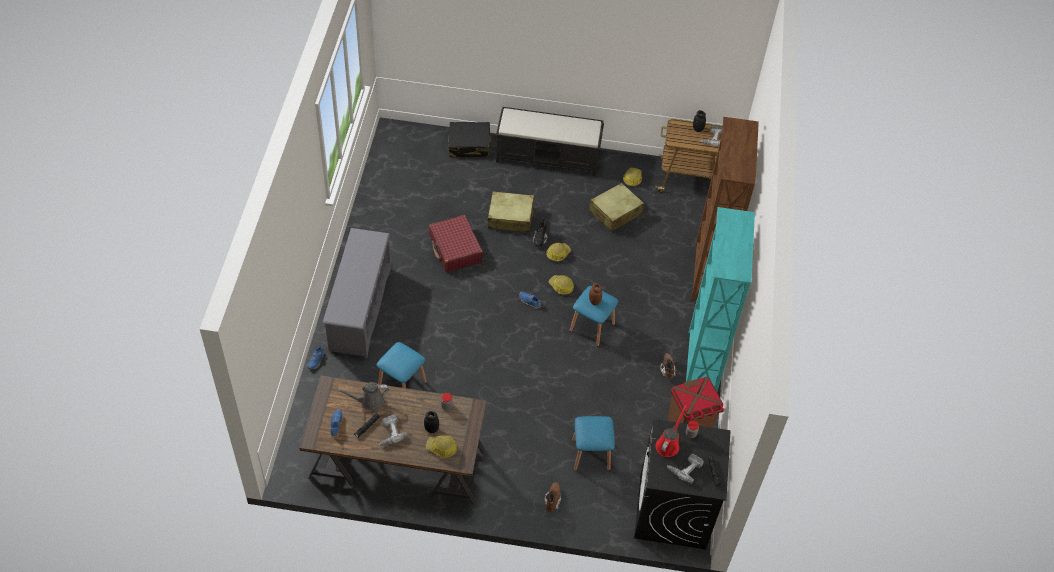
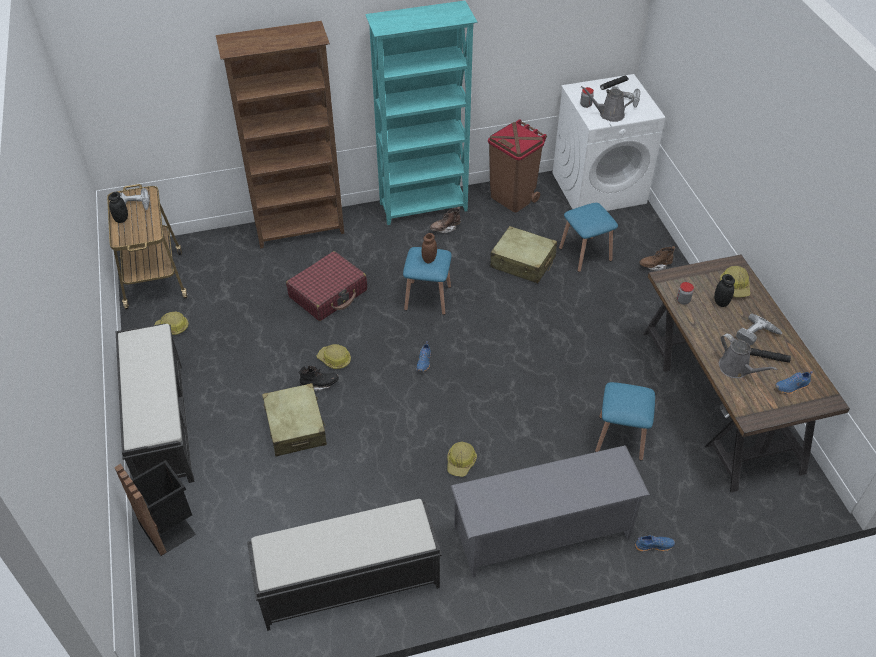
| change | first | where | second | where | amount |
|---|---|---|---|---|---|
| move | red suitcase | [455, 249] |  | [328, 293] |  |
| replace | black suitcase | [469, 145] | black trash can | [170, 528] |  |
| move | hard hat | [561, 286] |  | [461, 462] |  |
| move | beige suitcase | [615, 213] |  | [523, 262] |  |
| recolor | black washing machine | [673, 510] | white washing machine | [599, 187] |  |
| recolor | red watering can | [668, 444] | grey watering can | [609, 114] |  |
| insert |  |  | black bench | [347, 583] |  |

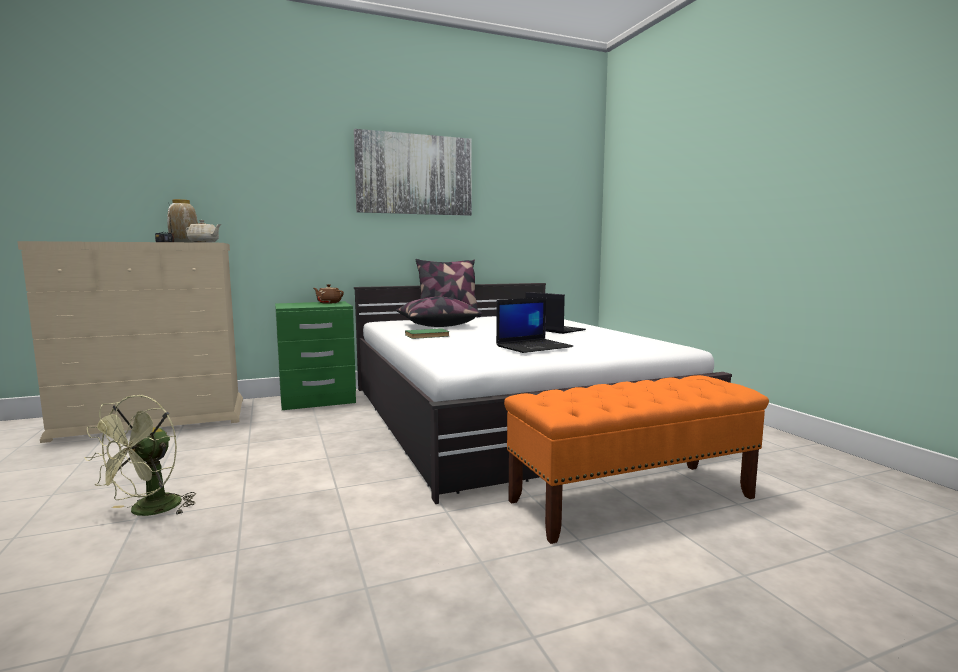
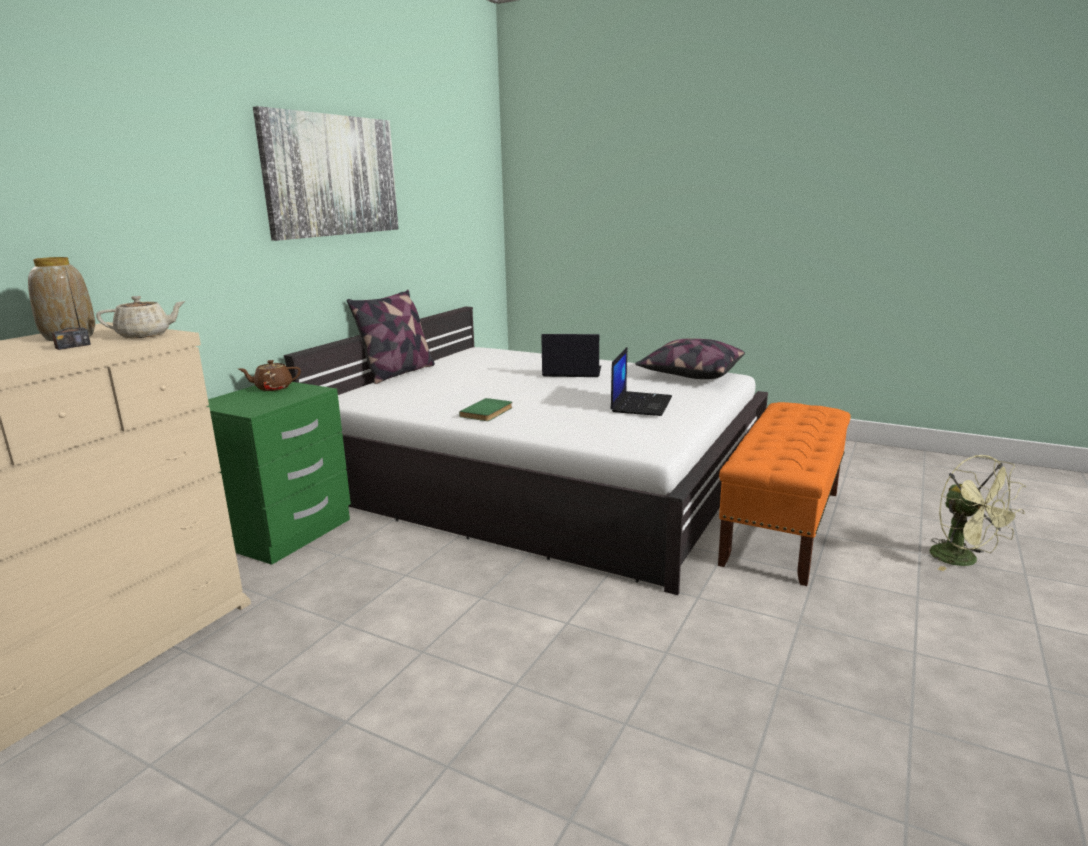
| change | first | where | second | where | amount |
|---|---|---|---|---|---|
| move | green fan | [148, 511] |  | [963, 560] |  |
| move | pillow | [436, 325] |  | [690, 375] |  |

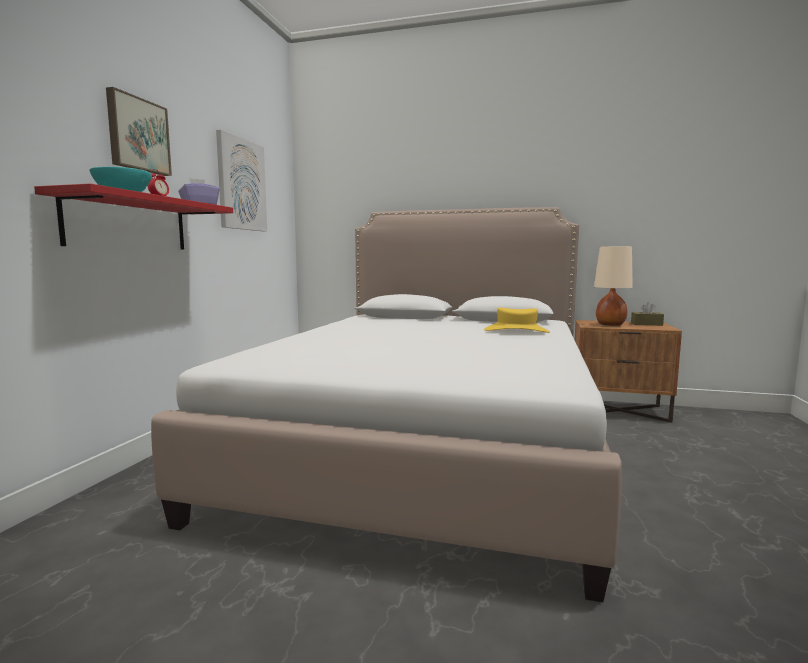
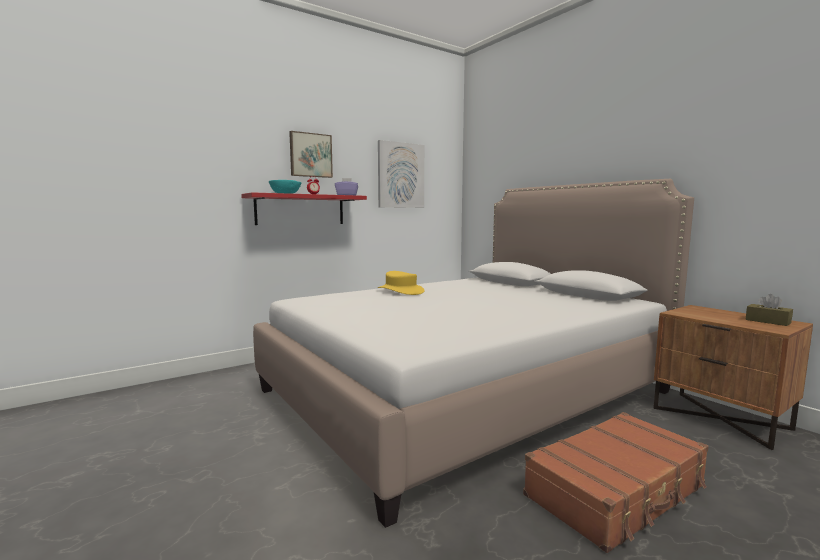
| change | first | where | second | where | amount |
|---|---|---|---|---|---|
| move | yellow hat | [516, 331] |  | [401, 291] |  |
| delete | beige table lamp | [610, 325] |  |  |  |
| insert |  |  | brown suitcase | [617, 491] |  |

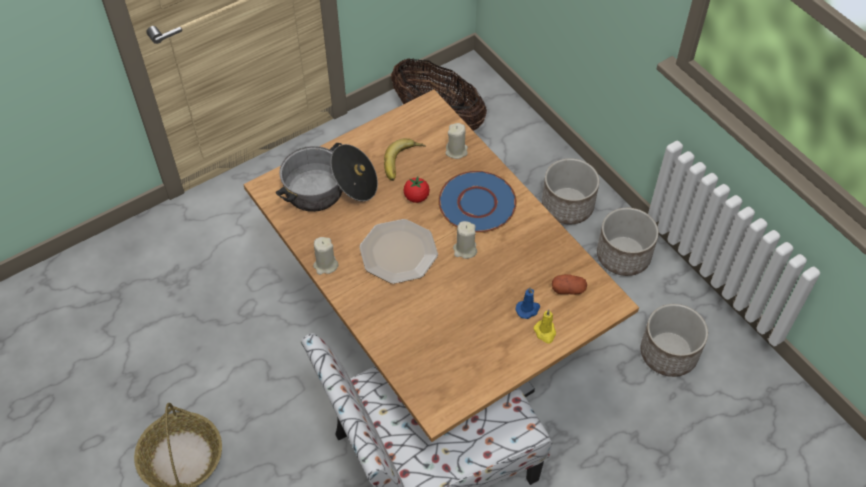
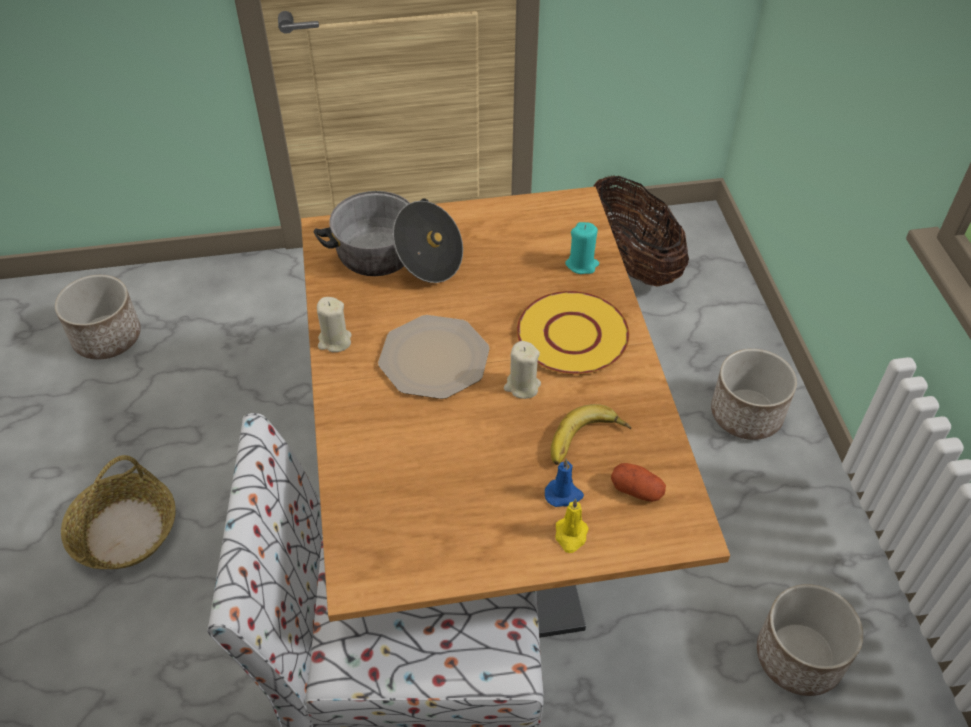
| change | first | where | second | where | amount |
|---|---|---|---|---|---|
| move | banana | [403, 162] |  | [587, 442] |  |
| delete | tomato | [416, 197] |  |  |  |
| recolor | blue plate | [477, 203] | yellow plate | [573, 334] |  |
| recolor | beige candle | [456, 151] | turquoise candle | [582, 264] |  |
| move | planter | [623, 256] |  | [108, 338] |  |

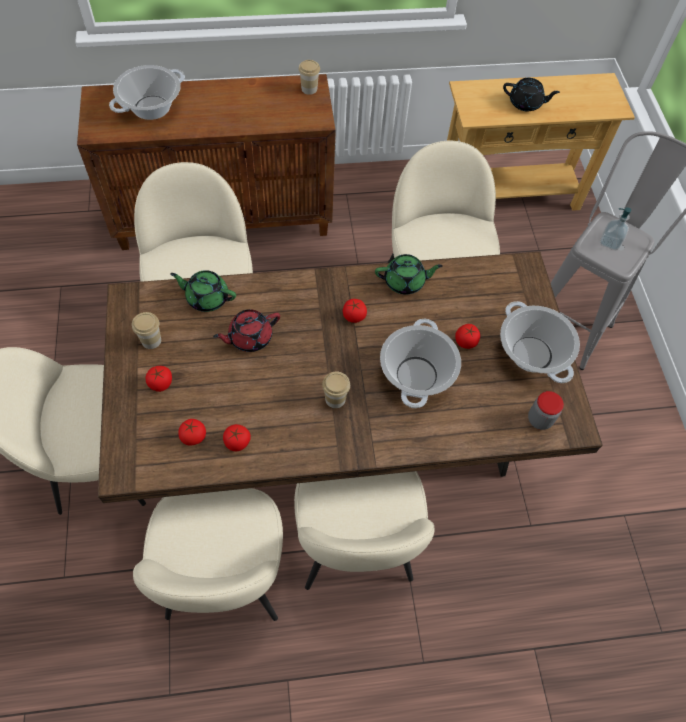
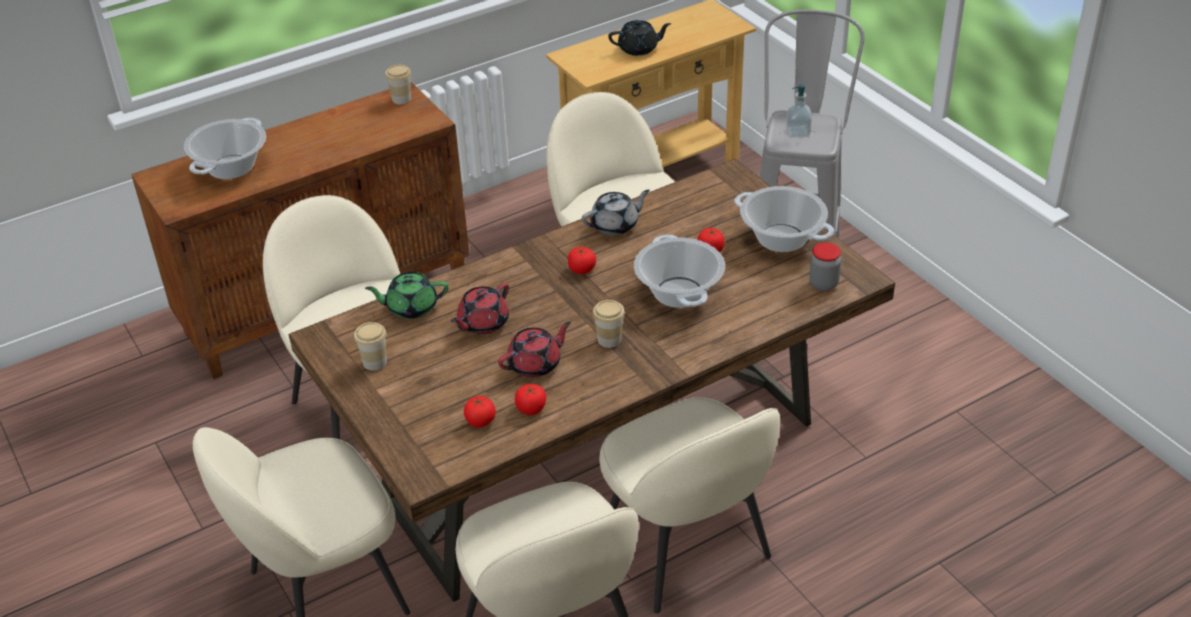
| change | first | where | second | where | amount |
|---|---|---|---|---|---|
| delete | tomato | [161, 383] |  |  |  |
| recolor | green teapot | [405, 282] | grey teapot | [615, 225] |  |
| insert |  |  | red teapot | [535, 364] |  |

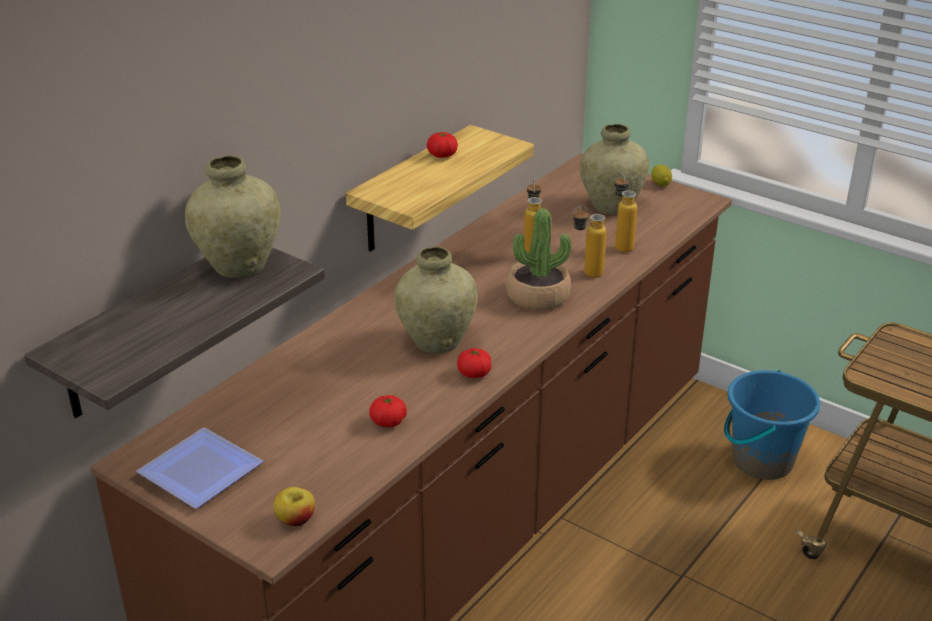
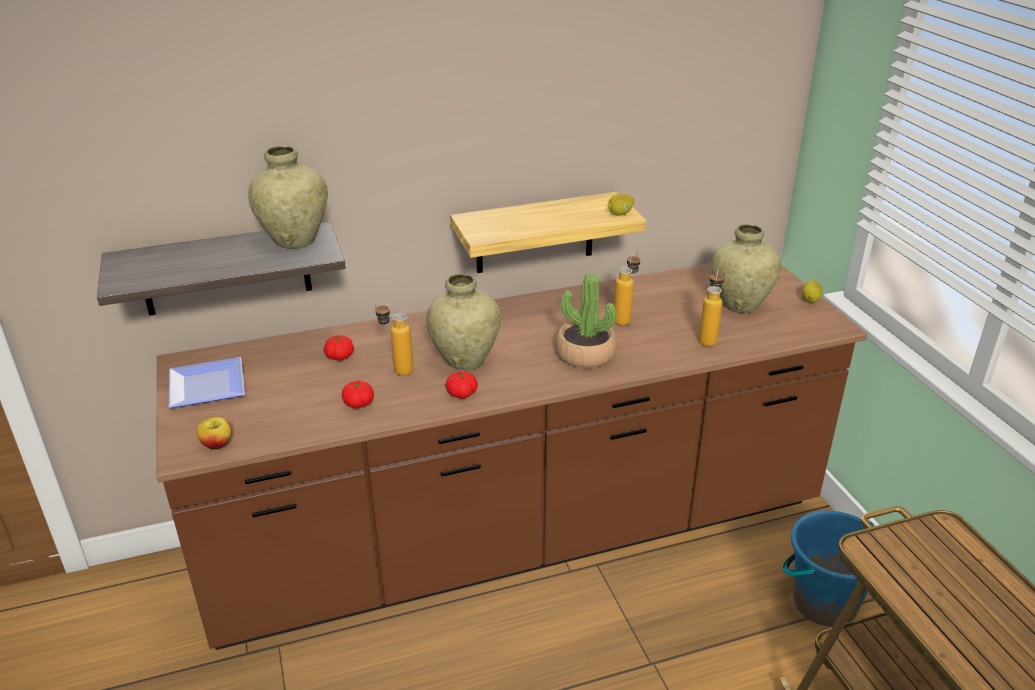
| change | first | where | second | where | amount |
|---|---|---|---|---|---|
| move | tomato | [442, 155] |  | [340, 357] |  |
| move | bottle | [585, 274] |  | [396, 369] |  |
| insert |  |  | lemon | [620, 214] |  |

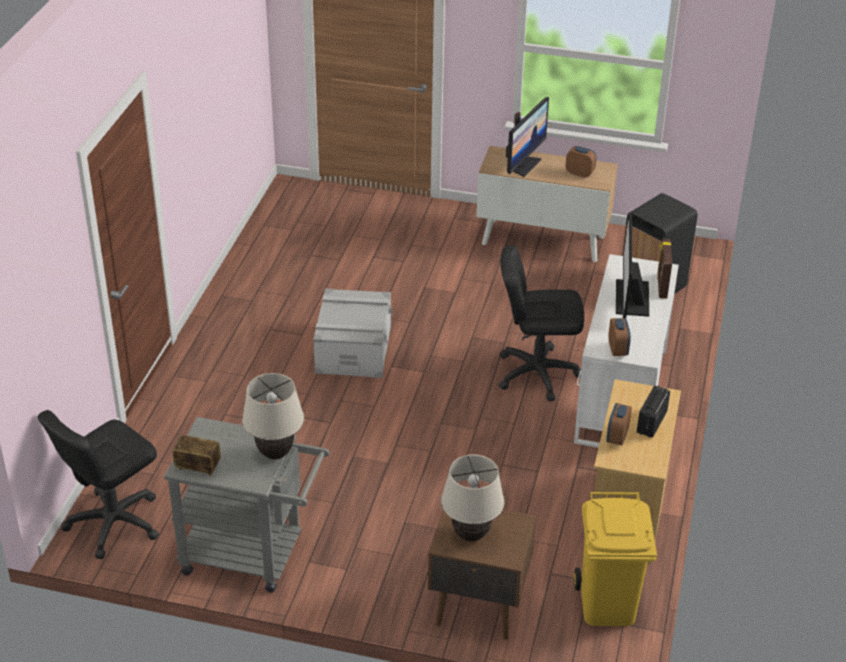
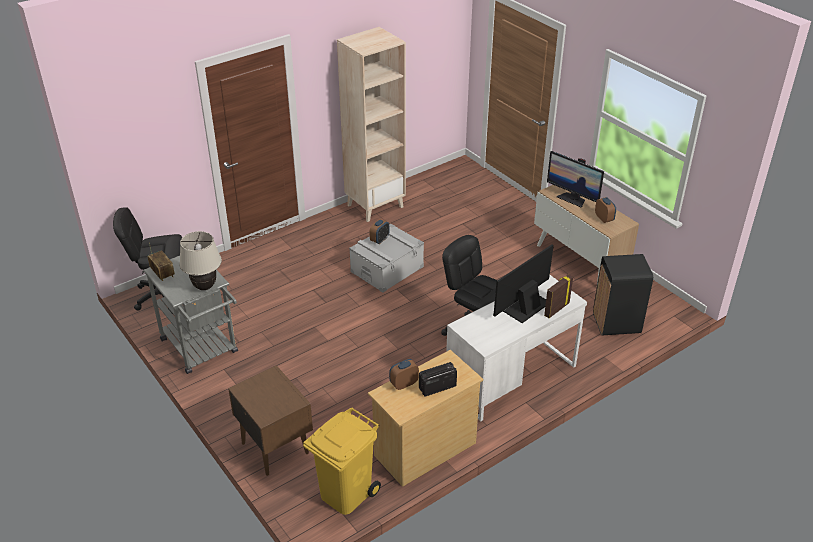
| change | first | where | second | where | amount |
|---|---|---|---|---|---|
| delete | beige table lamp | [471, 535] |  |  |  |
| rotate | monitor | [524, 165] |  | [572, 199] | 60 degrees clockwise |
| move | alarm clock | [617, 350] |  | [379, 240] |  |
| insert |  |  | beige bookcase | [375, 205] |  |

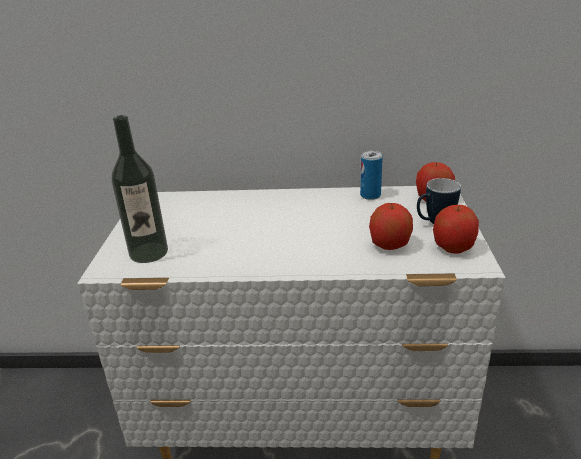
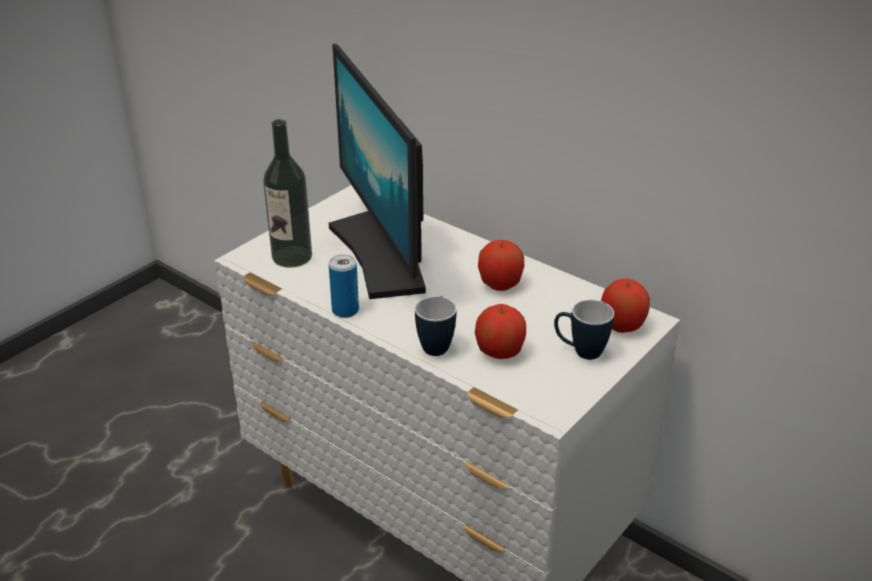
| change | first | where | second | where | amount |
|---|---|---|---|---|---|
| move | can | [370, 195] |  | [345, 310] |  |
| move | apple | [453, 248] |  | [500, 284] |  |
| insert |  |  | monitor | [381, 255] |  |
| insert |  |  | mug | [437, 344] |  |

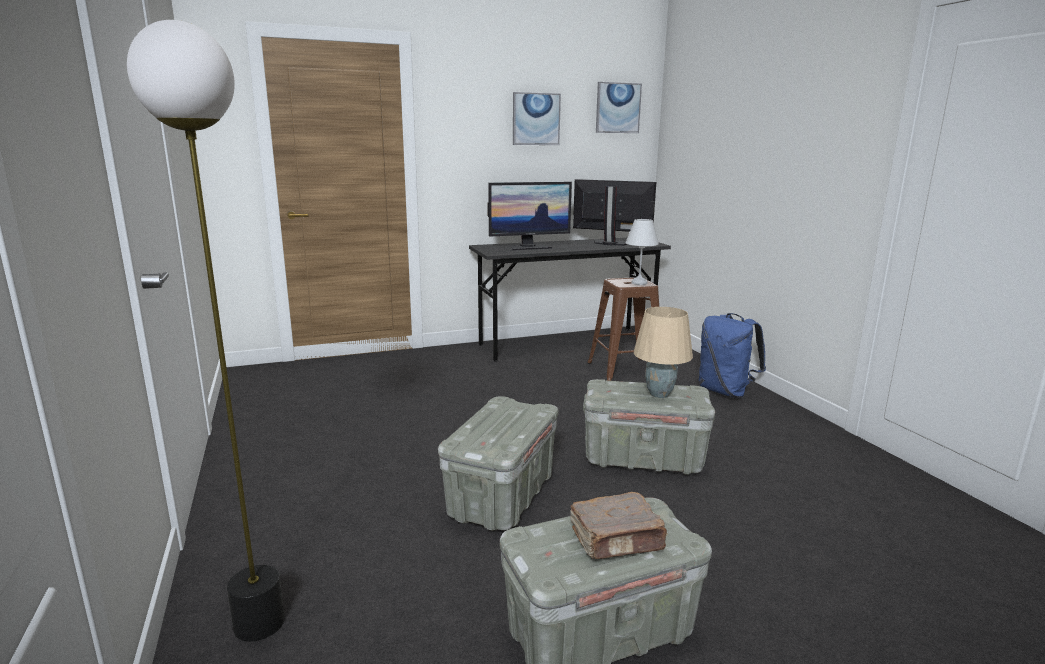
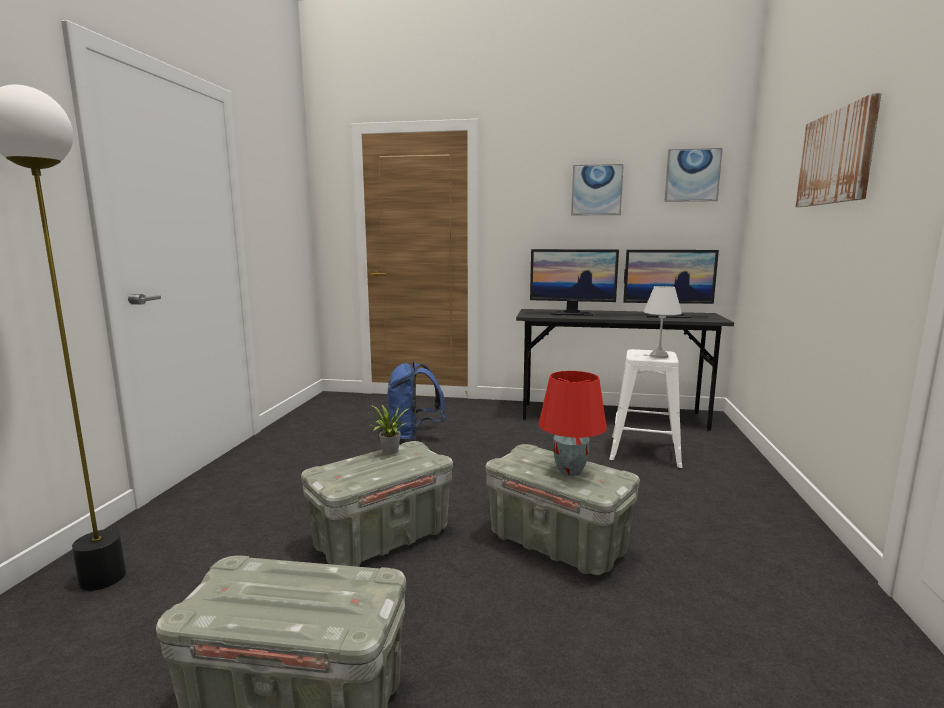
| change | first | where | second | where | amount |
|---|---|---|---|---|---|
| delete | brown book | [617, 540] |  |  |  |
| rotate | monitor | [610, 243] |  | [666, 316] | 135 degrees clockwise |
| recolor | brown stool | [624, 371] | white stool | [643, 452] |  |
| recolor | beige table lamp | [660, 394] | red table lamp | [570, 472] |  |
| move | blue backpack | [725, 392] |  | [414, 436] |  |
| insert |  |  | potted plant | [389, 452] |  |
| insert |  |  | picture | [836, 157] |  |

